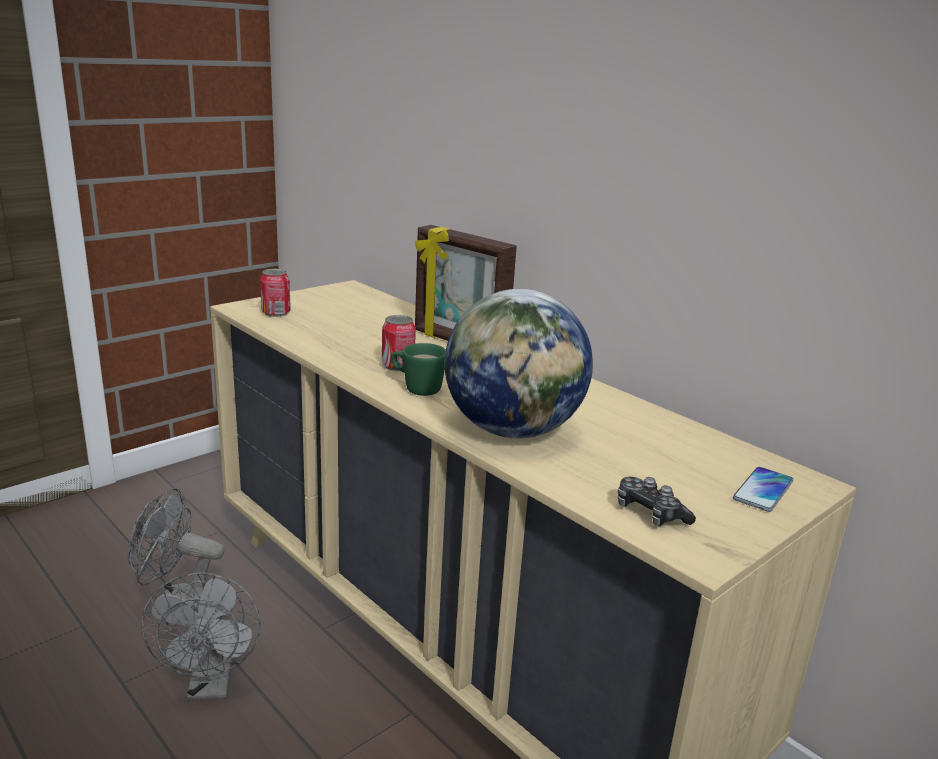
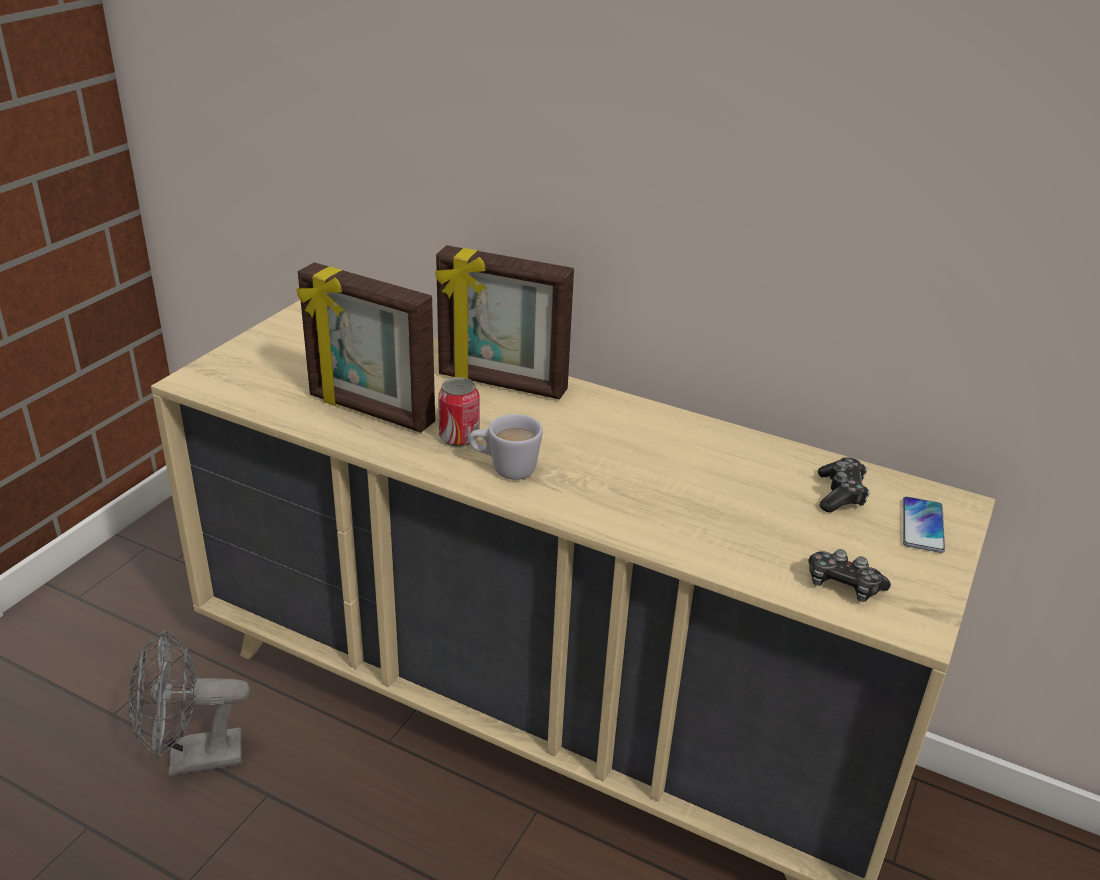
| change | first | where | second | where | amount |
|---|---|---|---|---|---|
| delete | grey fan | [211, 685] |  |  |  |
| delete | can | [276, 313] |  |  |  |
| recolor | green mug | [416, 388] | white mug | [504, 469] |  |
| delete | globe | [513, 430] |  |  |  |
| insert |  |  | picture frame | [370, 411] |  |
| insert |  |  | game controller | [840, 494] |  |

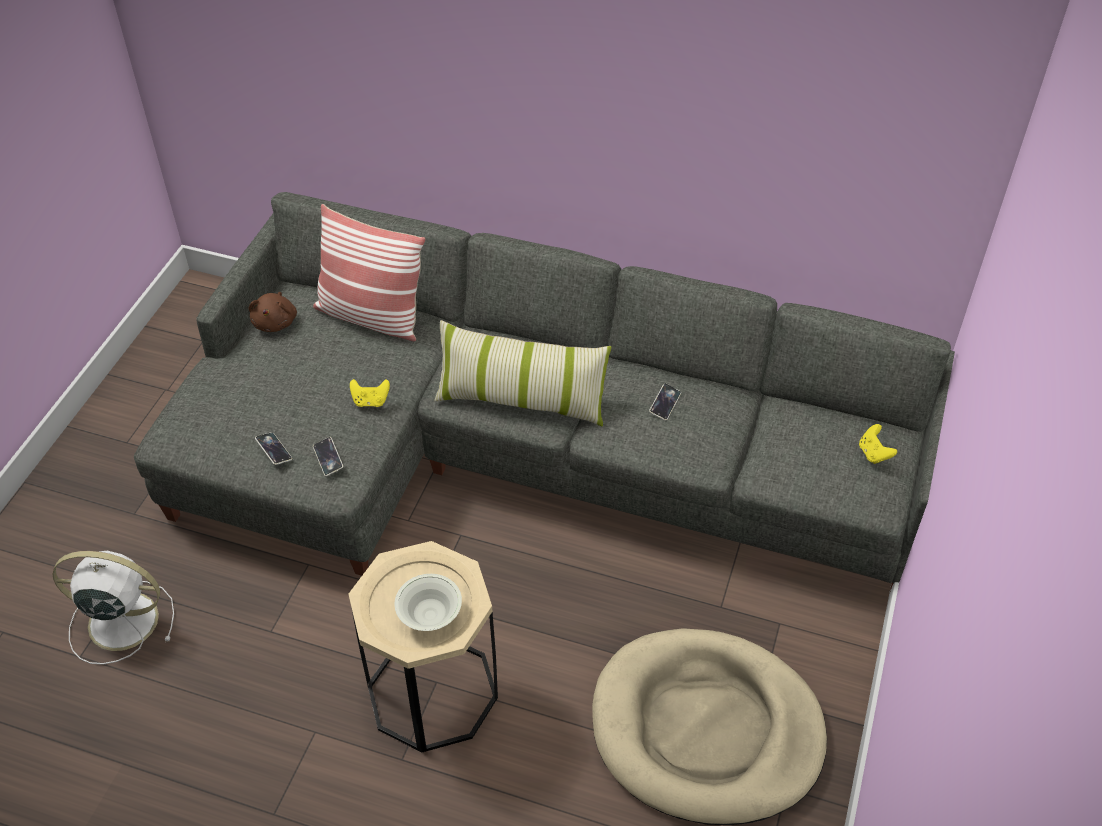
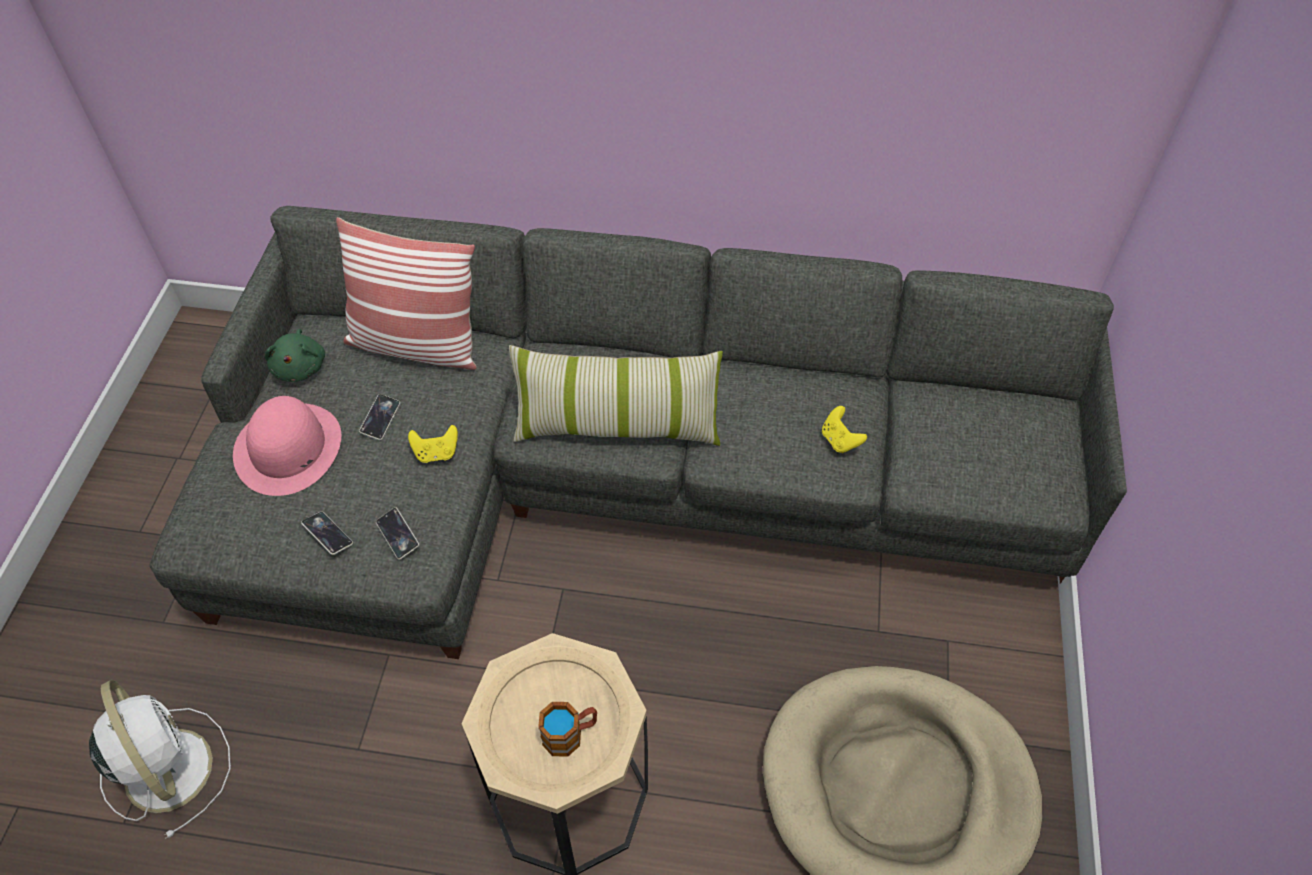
| change | first | where | second | where | amount |
|---|---|---|---|---|---|
| rotate | white fan | [120, 621] |  | [167, 766] | 60 degrees clockwise |
| recolor | brown plush toy | [276, 322] | green plush toy | [300, 367] |  |
| replace | white bowl | [430, 615] | mug | [570, 734] |  |
| move | phone | [665, 404] |  | [380, 419] |  |
| move | yellow game controller | [873, 453] |  | [840, 440] |  |
| insert |  |  | pink hat | [289, 448] |  |

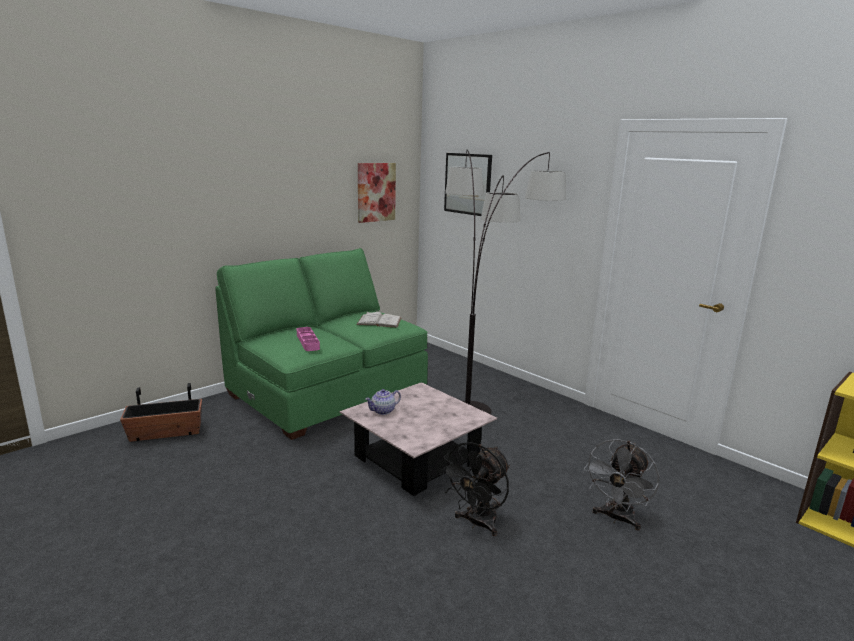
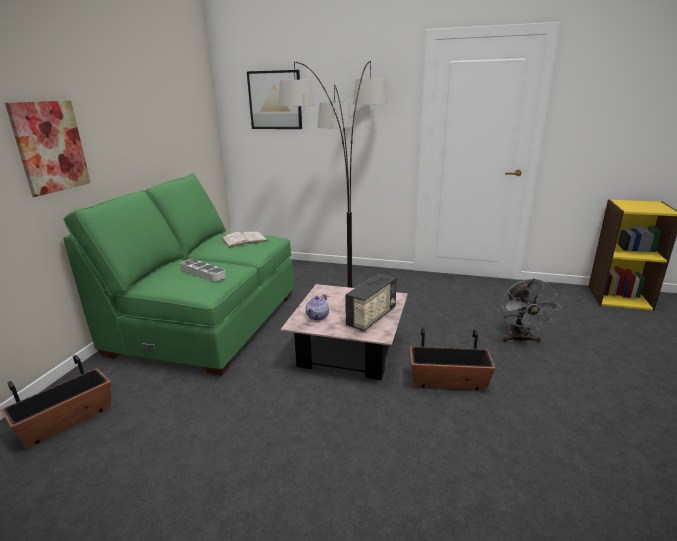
| change | first | where | second | where | amount |
|---|---|---|---|---|---|
| recolor | pink tray | [308, 341] | grey tray | [203, 273] |  |
| move | picture | [376, 192] |  | [50, 147] |  |
| replace | black fan | [477, 523] | planter | [448, 381] |  |
| insert |  |  | radio | [372, 317] |  |

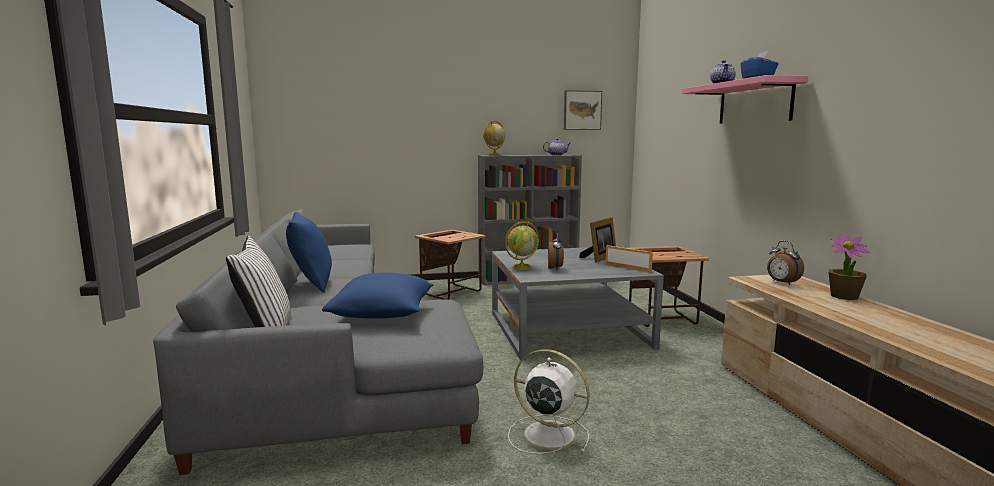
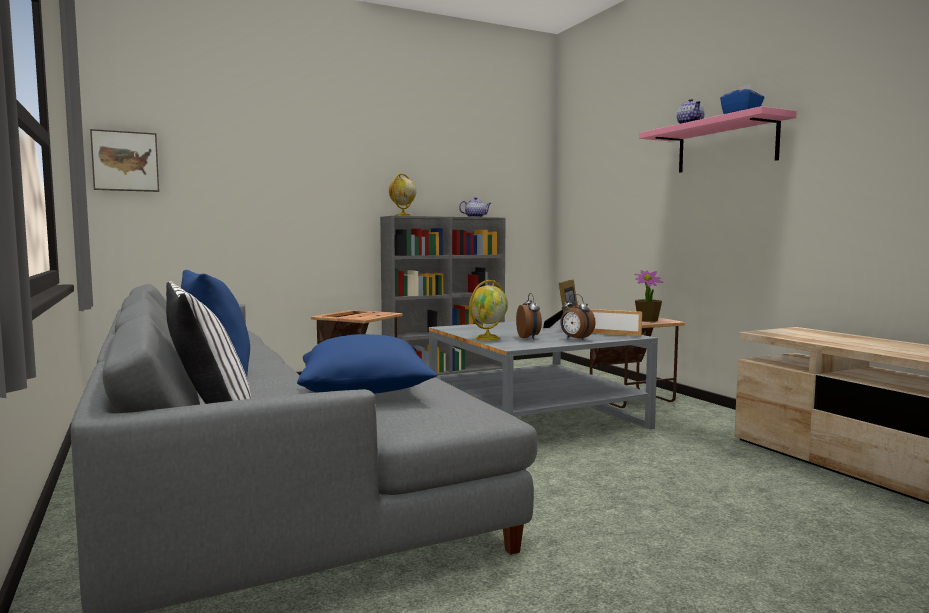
| change | first | where | second | where | amount |
|---|---|---|---|---|---|
| delete | white fan | [547, 434] |  |  |  |
| move | picture | [582, 110] |  | [125, 161] |  |
| move | alarm clock | [782, 283] |  | [575, 339] |  |
| move | potted plant | [844, 296] |  | [648, 320] |  |

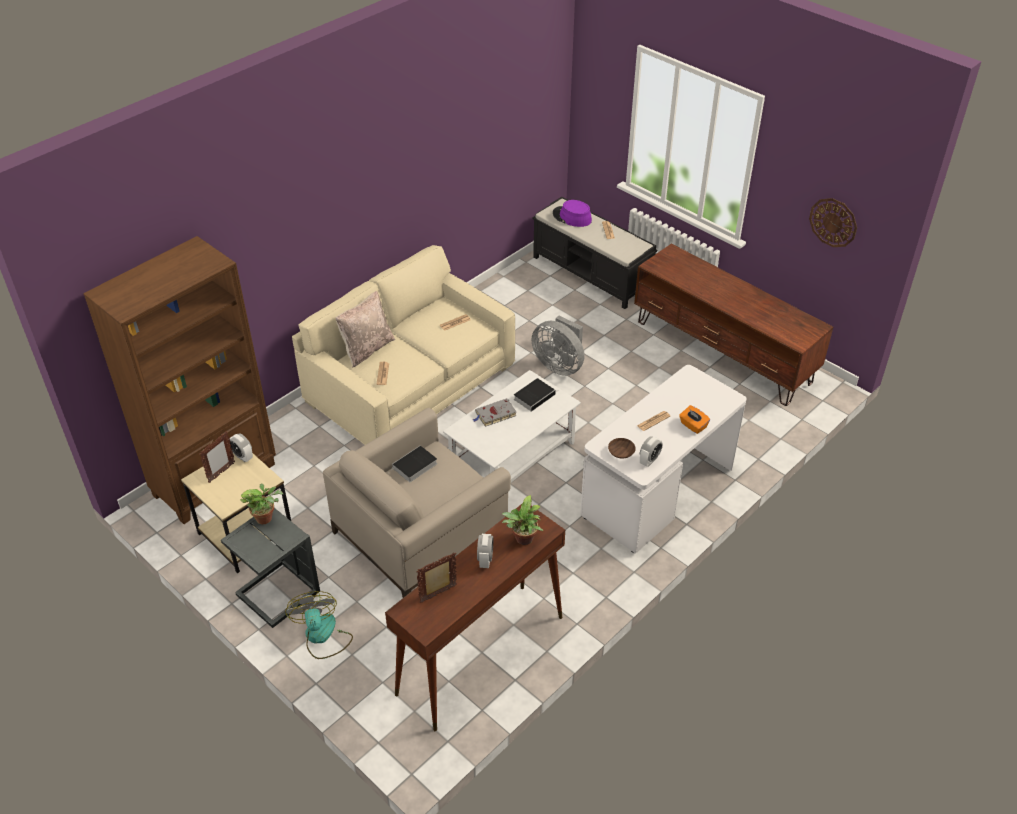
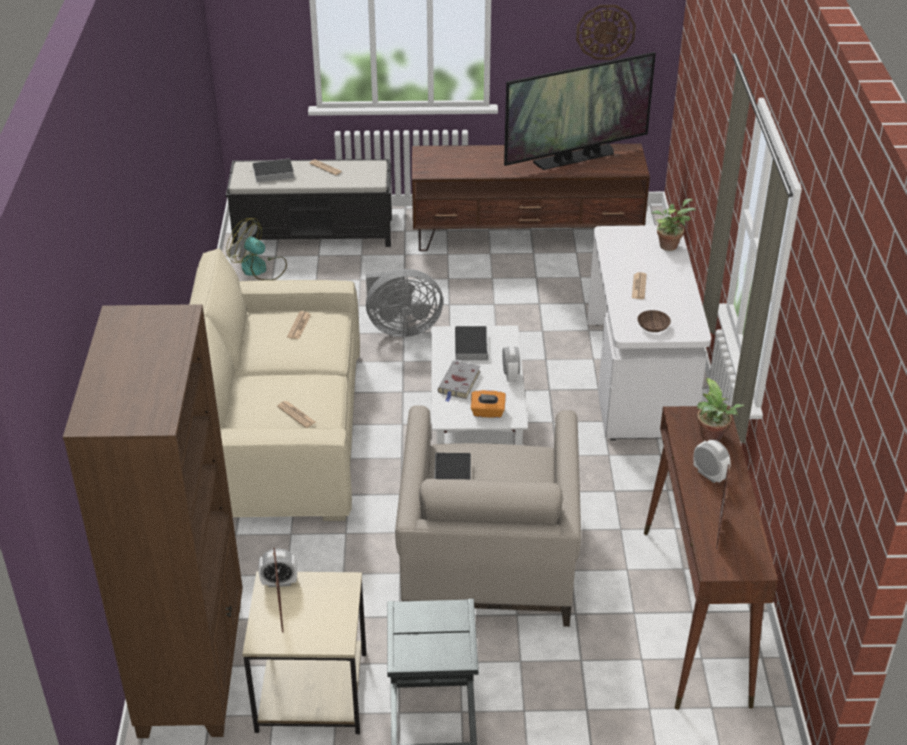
| change | first | where | second | where | amount |
|---|---|---|---|---|---|
| move | potted plant | [266, 517] |  | [669, 244] |  |
| move | fan | [322, 636] |  | [260, 269] |  |
| delete | beige pillow | [367, 349] |  |  |  |
| replace | purple hat | [572, 217] | book | [272, 173] |  |
| move | alarm clock | [649, 460] |  | [510, 375] |  |
| move | orange tissue box | [693, 426] |  | [487, 412] |  |
| insert |  |  | television | [575, 158] |  |

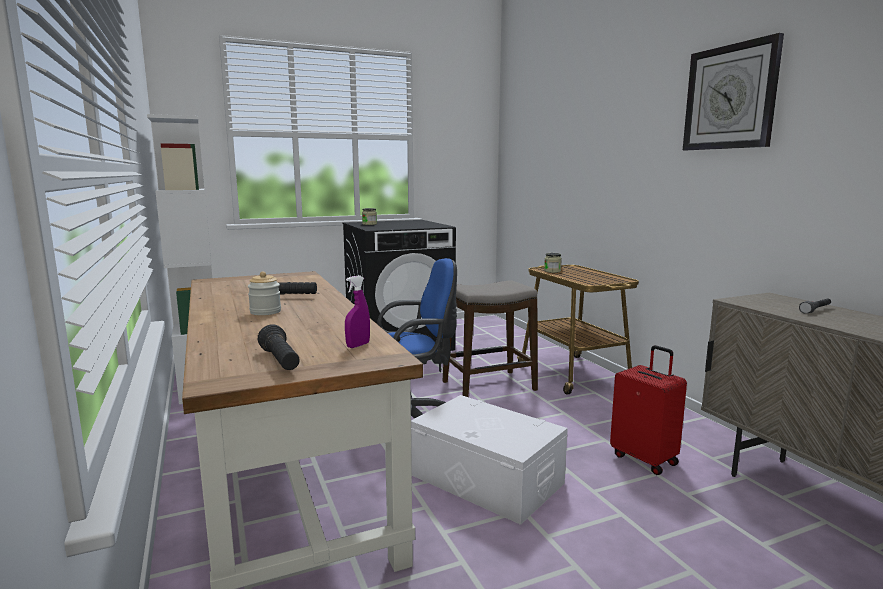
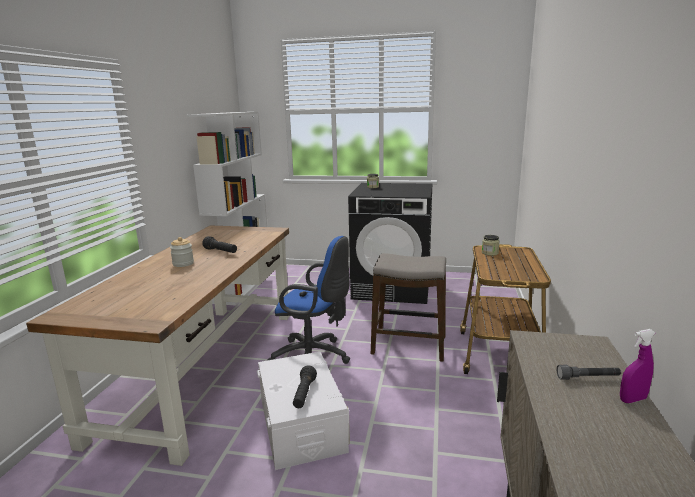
| change | first | where | second | where | amount |
|---|---|---|---|---|---|
| move | black flashlight | [280, 361] |  | [304, 394] |  |
| move | purple spray bottle | [358, 345] |  | [632, 399] |  |
| delete | red suitcase | [645, 459] |  |  |  |
| delete | wall clock | [730, 97] |  |  |  |

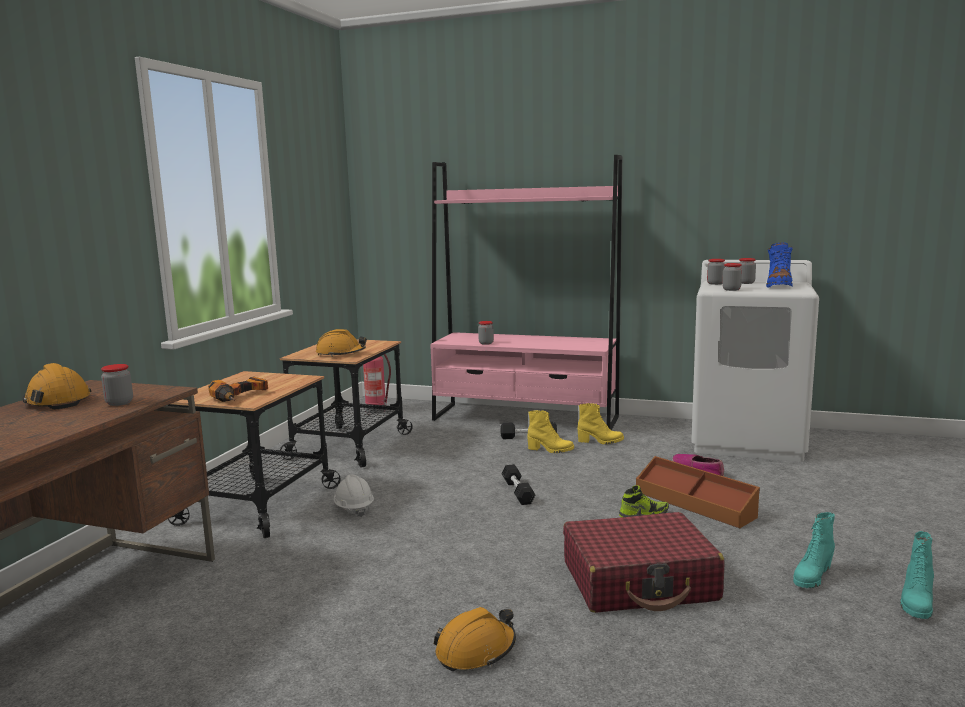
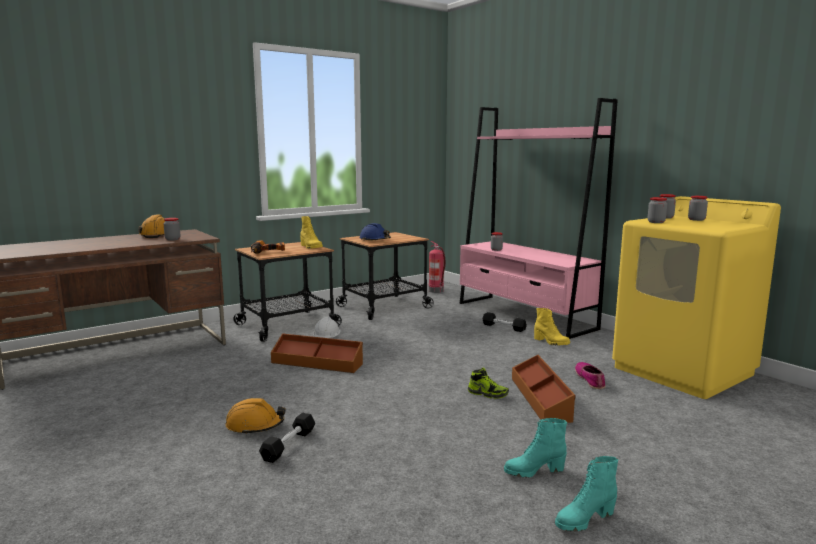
| change | first | where | second | where | amount |
|---|---|---|---|---|---|
| recolor | orange hard hat | [341, 353] | blue hard hat | [375, 240] |  |
| move | black dumbbell | [517, 492] |  | [289, 445] |  |
| move | yellow boot | [550, 450] |  | [310, 247] |  |
| delete | red suitcase | [640, 581] |  |  |  |
| recolor | white washing machine | [748, 440] | yellow washing machine | [683, 371] |  |
| delete | blue boot | [778, 286] |  |  |  |
| insert |  |  | brown storage box | [317, 363] |  |

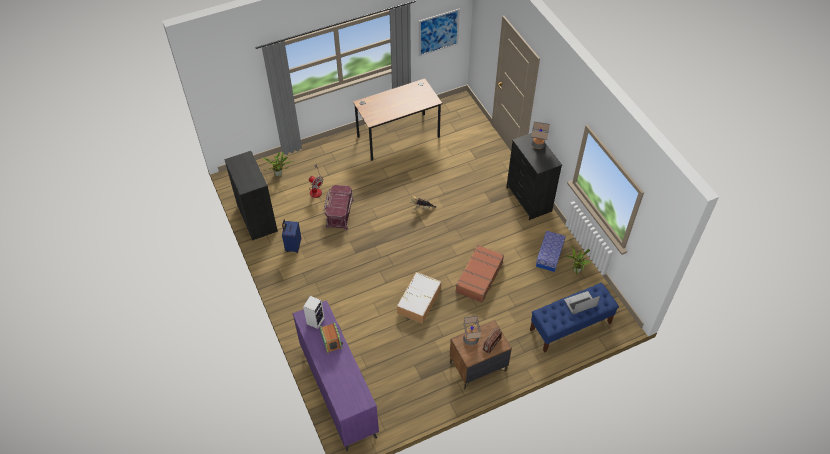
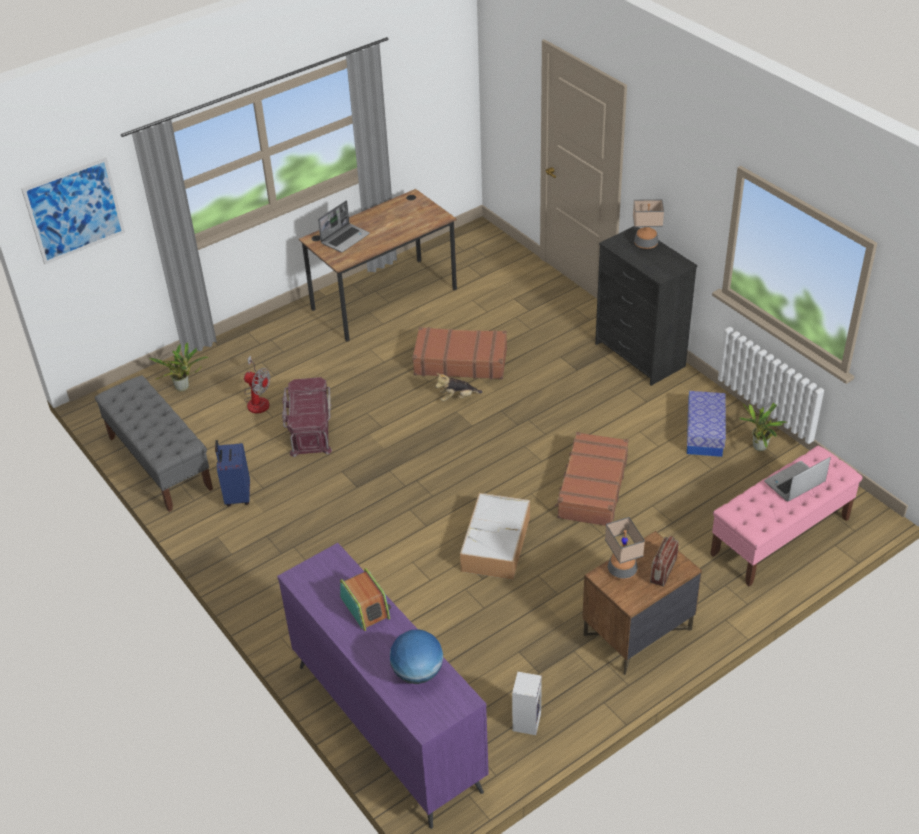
| change | first | where | second | where | amount |
|---|---|---|---|---|---|
| replace | black dresser | [257, 218] | grey bench | [159, 463] |  |
| move | speaker | [315, 320] |  | [526, 721] |  |
| move | picture | [438, 32] |  | [74, 210] |  |
| recolor | blue bench | [570, 326] | pink bench | [780, 537] |  |
| insert |  |  | laptop | [345, 238] |  |
| insert |  |  | globe | [417, 672] |  |
| insert |  |  | brown suitcase | [460, 361] |  |

